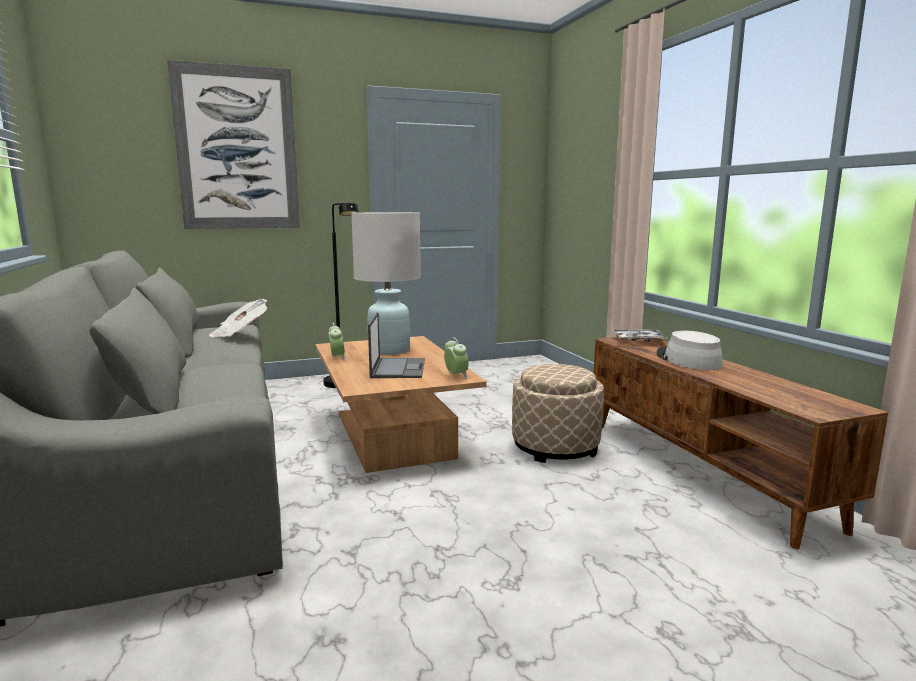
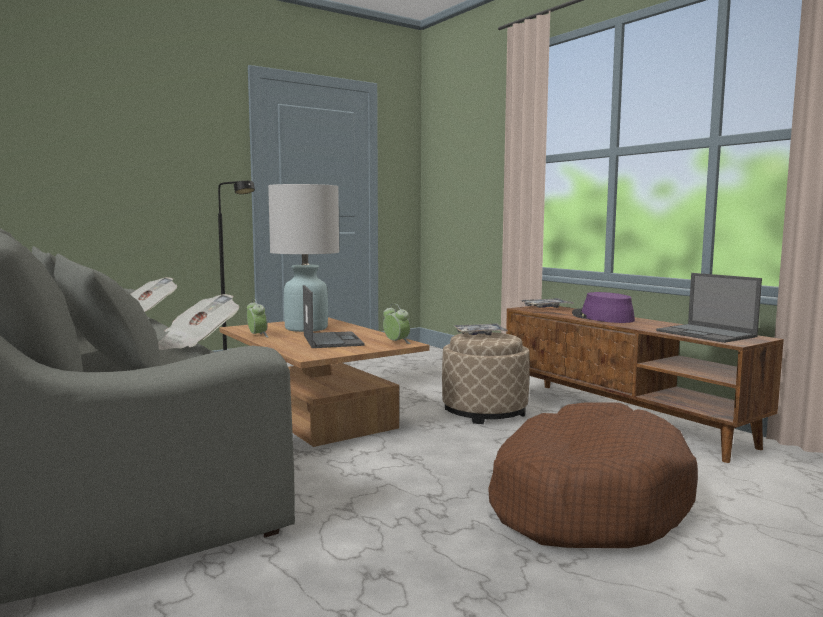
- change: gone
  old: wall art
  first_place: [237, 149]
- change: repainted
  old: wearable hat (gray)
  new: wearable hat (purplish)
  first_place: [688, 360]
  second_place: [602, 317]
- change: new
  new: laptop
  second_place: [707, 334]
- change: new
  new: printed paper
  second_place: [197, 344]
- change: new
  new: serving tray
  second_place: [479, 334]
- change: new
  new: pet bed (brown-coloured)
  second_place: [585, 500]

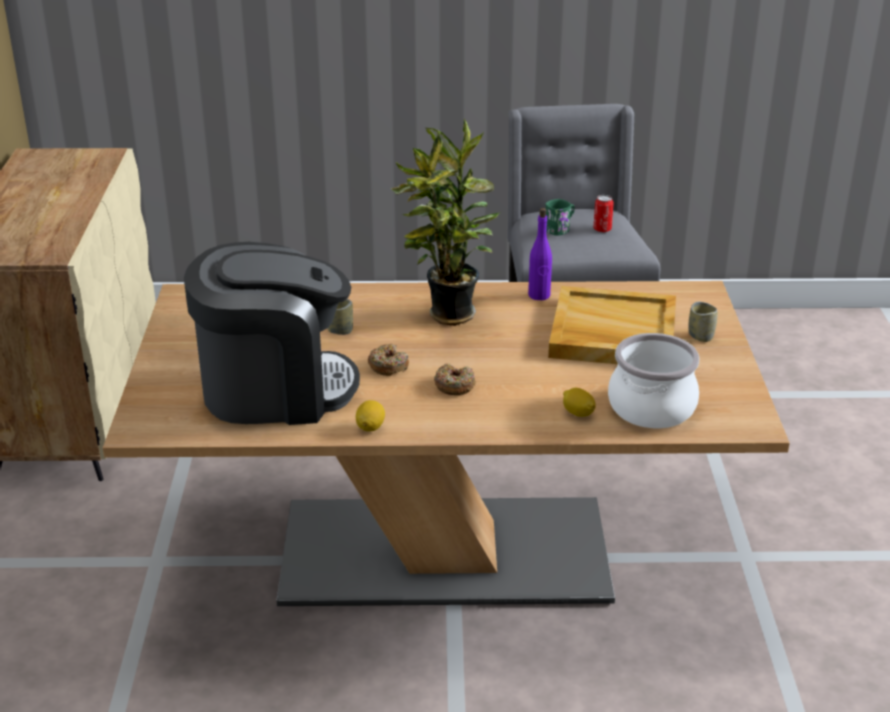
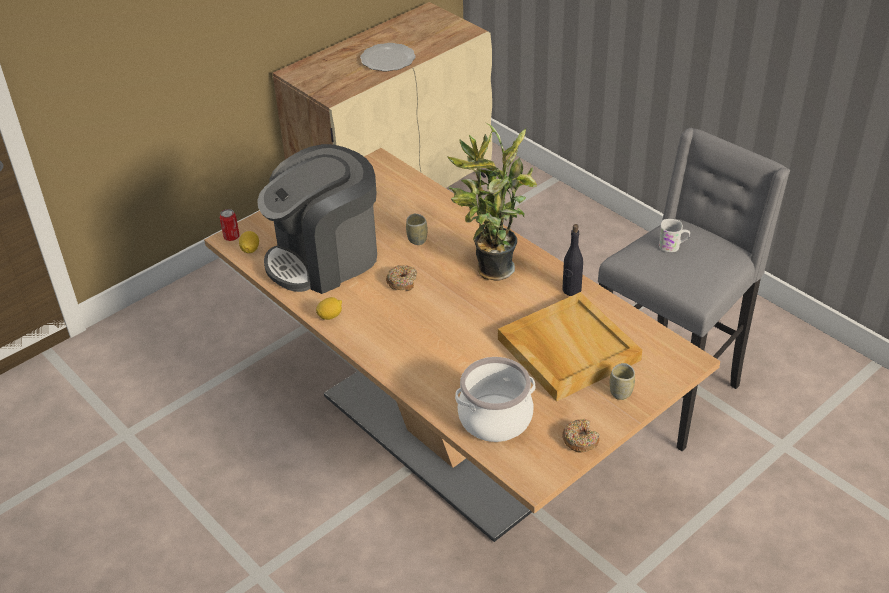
- change: shifted
  old: sealed can
  first_place: [602, 229]
  second_place: [231, 237]
- change: repainted
  old: mug (green)
  new: mug (white-coloured)
  first_place: [560, 229]
  second_place: [673, 246]
- change: repainted
  old: beverage bottle (purplish)
  new: beverage bottle (blackish)
  first_place: [539, 295]
  second_place: [571, 290]
- change: rotated
  old: coffee maker
  first_place: [275, 389]
  second_place: [325, 258]
  degrees: 105
- change: shifted
  old: doughnut
  first_place: [454, 385]
  second_place: [580, 440]
- change: shifted
  old: citrus fruit
  first_place: [578, 413]
  second_place: [250, 249]
- change: new
  new: dinner plate
  second_place: [387, 60]

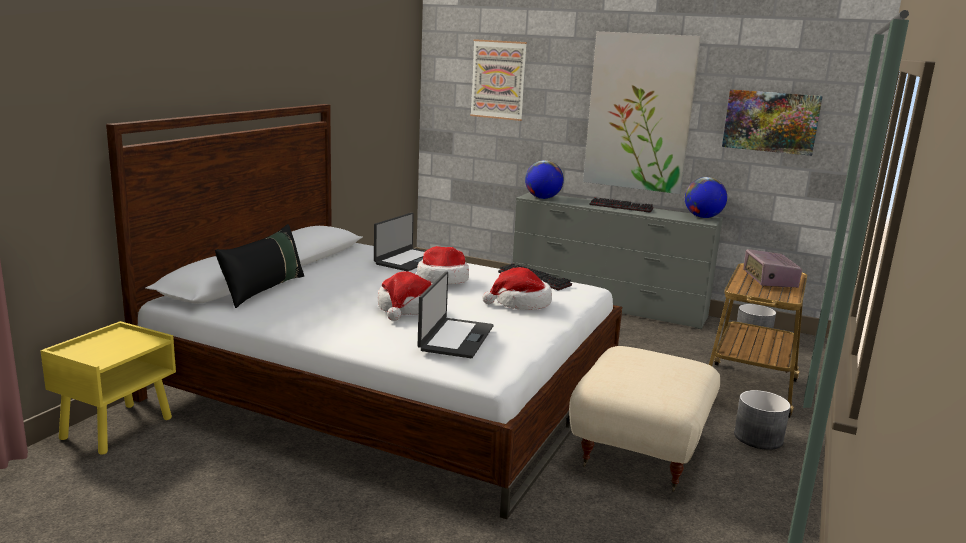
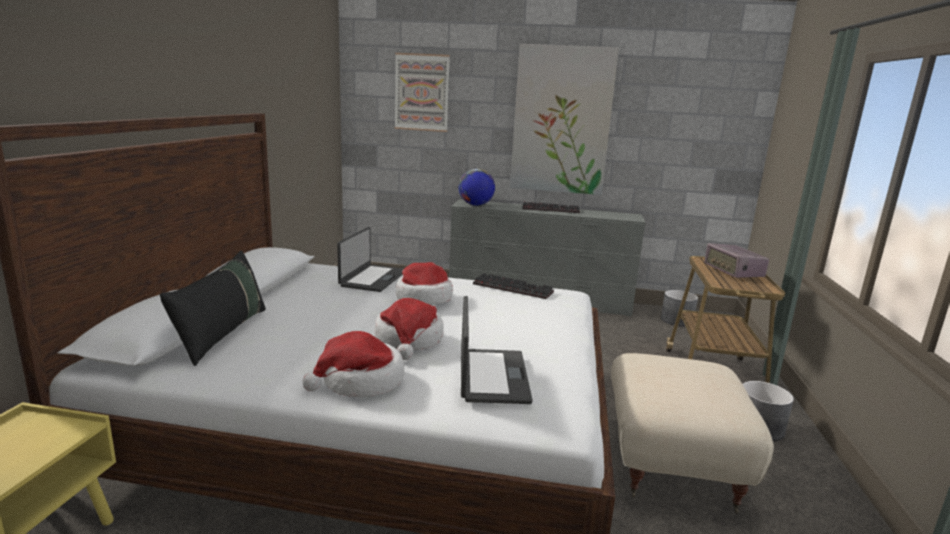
- change: gone
  old: wall art
  first_place: [771, 121]
- change: gone
  old: globe
  first_place: [703, 217]
- change: shifted
  old: wearable hat
  first_place: [520, 303]
  second_place: [360, 381]

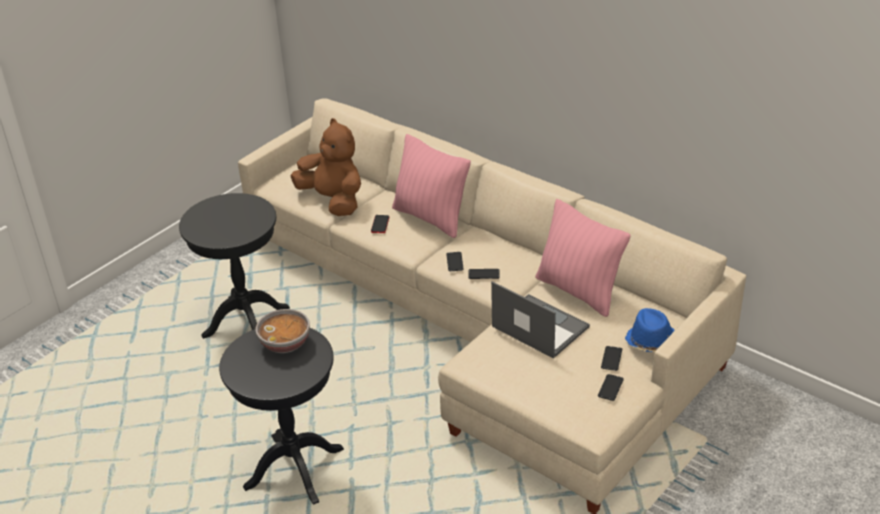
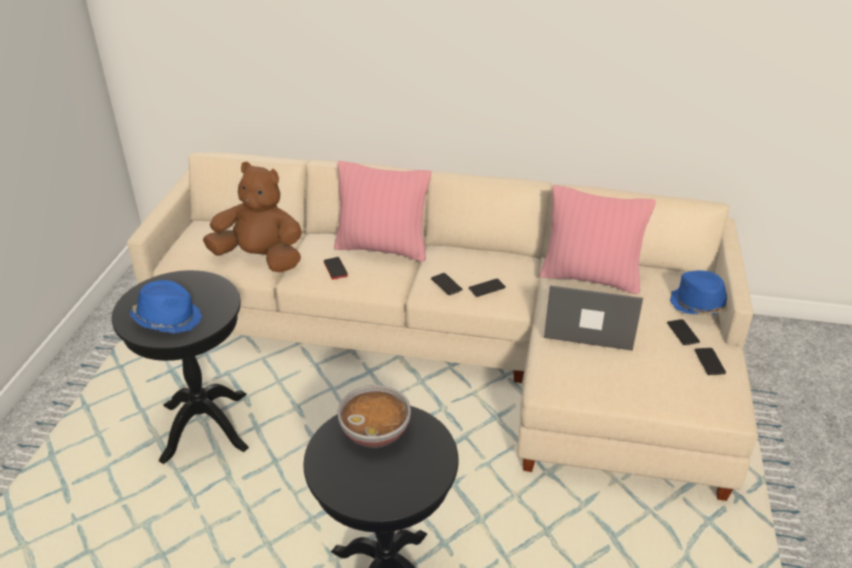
- change: new
  new: wearable hat (blue)
  second_place: [168, 319]

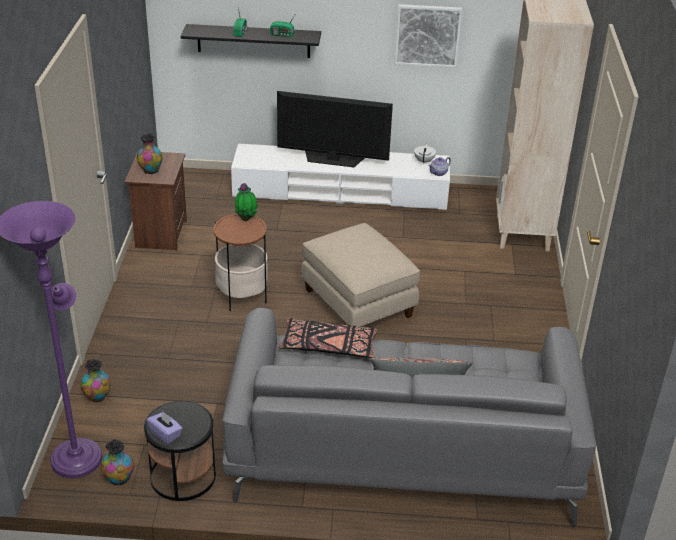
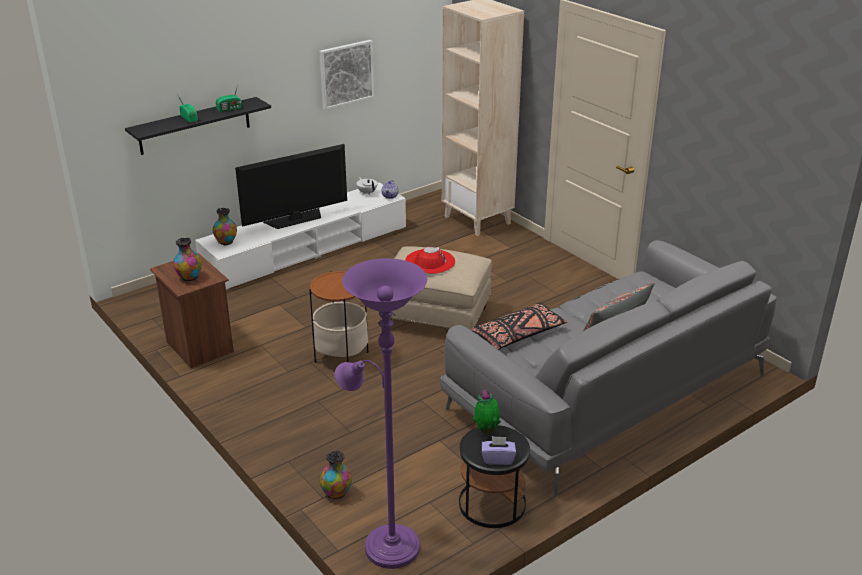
- change: shifted
  old: houseplant
  first_place: [246, 219]
  second_place: [486, 430]
- change: shifted
  old: flower vase
  first_place: [119, 479]
  second_place: [226, 242]
- change: new
  new: wearable hat (red)
  second_place: [430, 261]

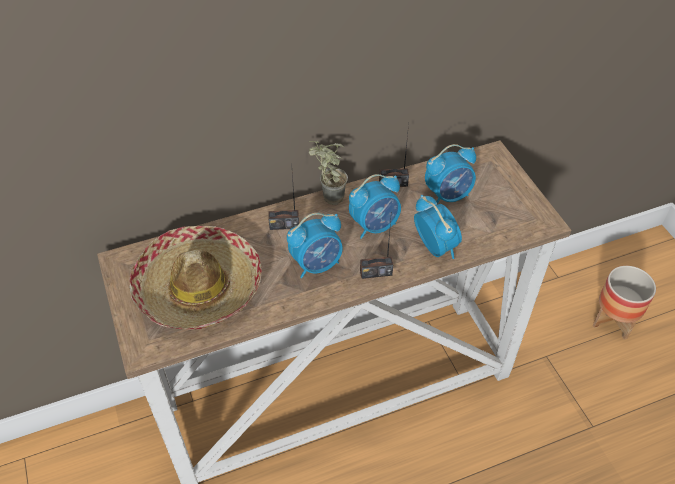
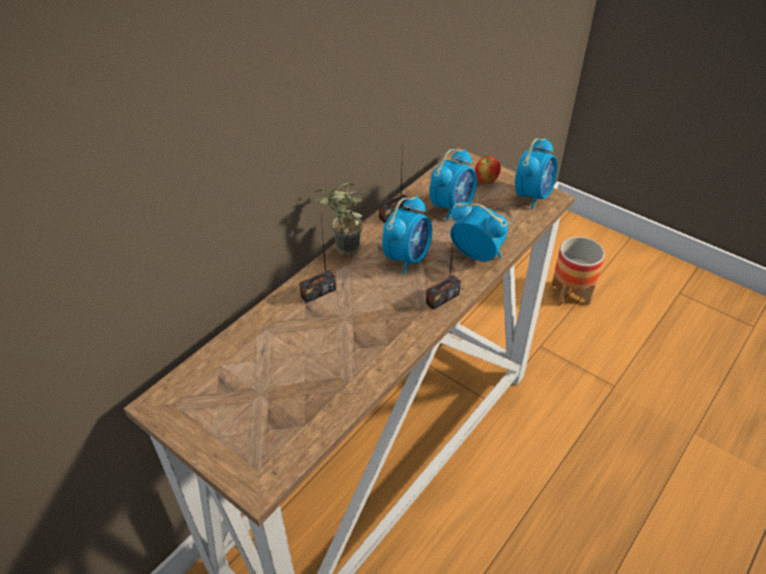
- change: shifted
  old: table clock
  first_place: [317, 264]
  second_place: [532, 196]
- change: gone
  old: wearable hat
  first_place: [199, 287]
- change: new
  new: apple fruit
  second_place: [486, 181]

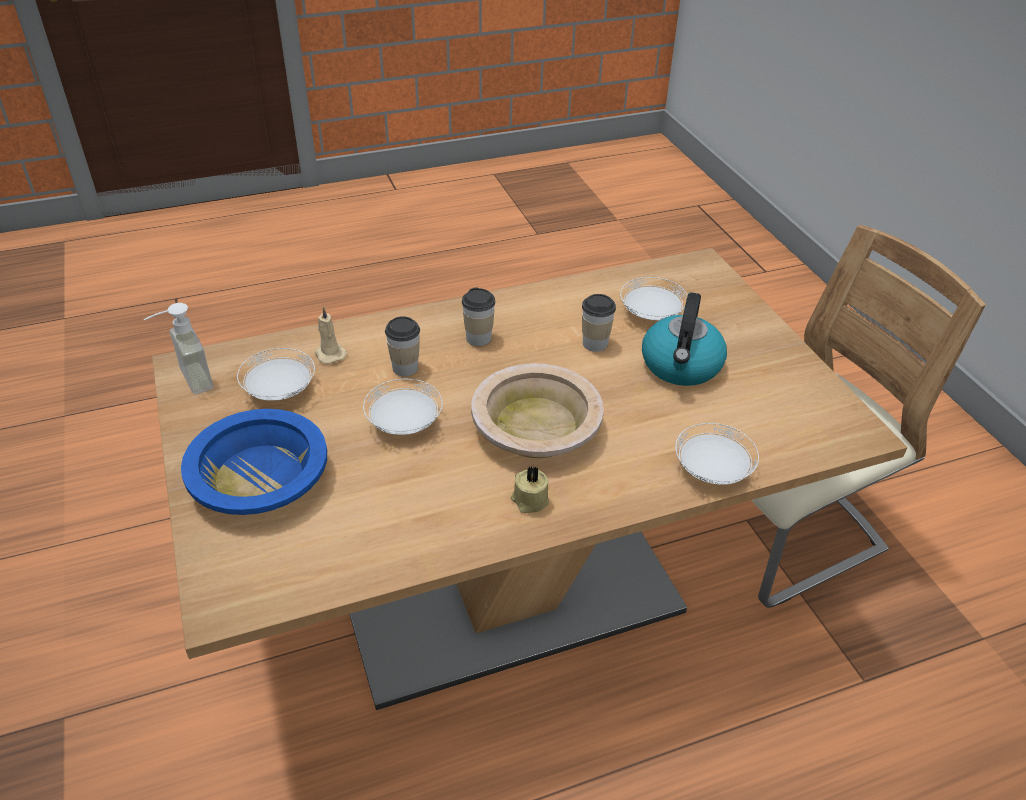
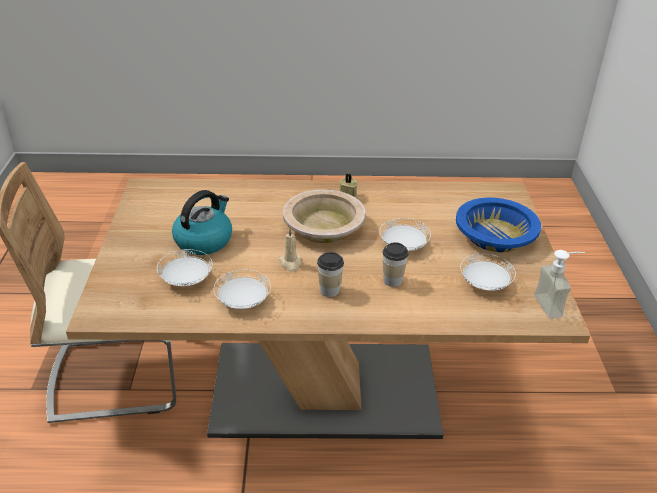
- change: gone
  old: drinking cup
  first_place: [595, 344]
- change: shifted
  old: candle (sand-coloured)
  first_place: [329, 354]
  second_place: [290, 263]
- change: shifted
  old: dinner plate (white-coloured)
  first_place: [712, 470]
  second_place: [243, 301]

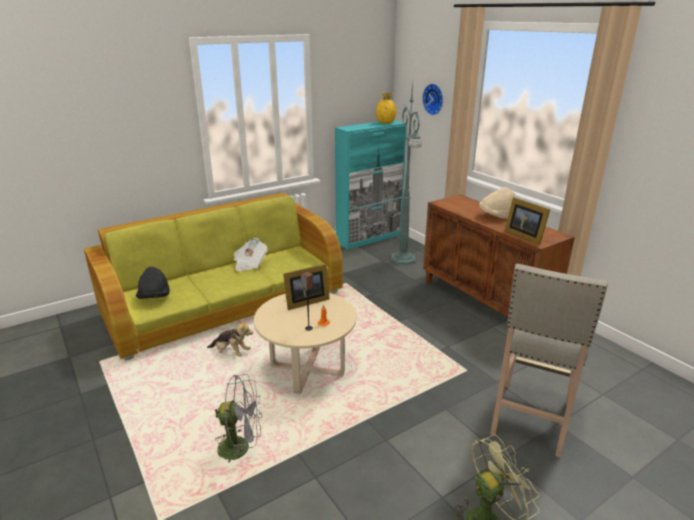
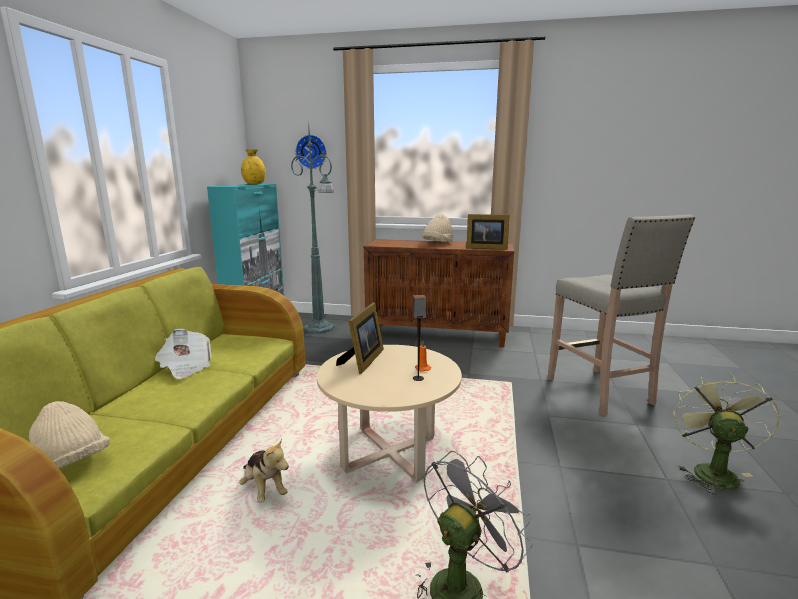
- change: repainted
  old: wearable hat (blackish)
  new: wearable hat (sand-coloured)
  first_place: [154, 297]
  second_place: [72, 463]
- change: rotated
  old: plush toy
  first_place: [231, 352]
  second_place: [264, 489]
  degrees: 75

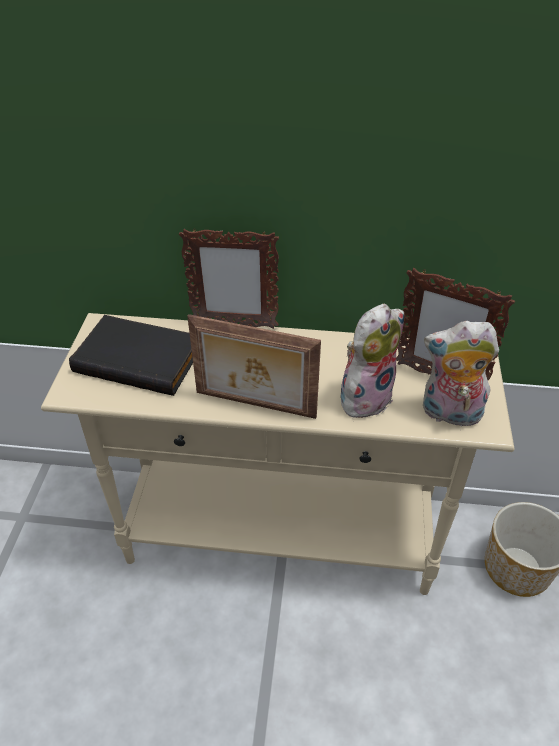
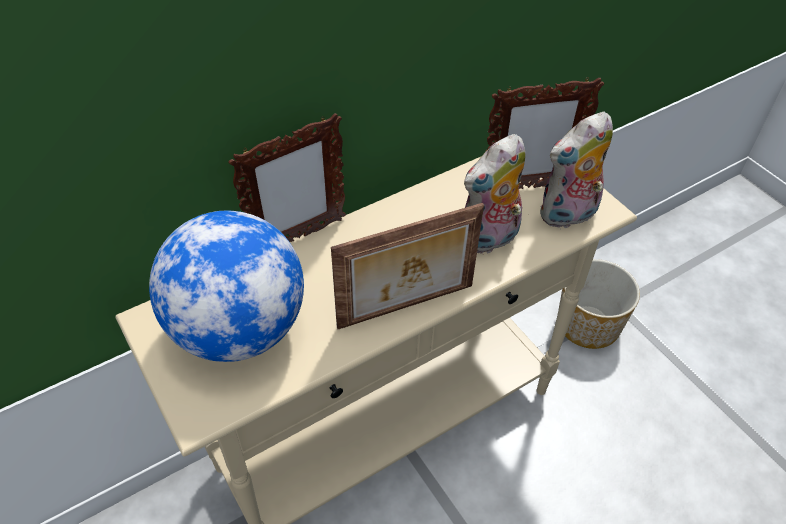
- change: rotated
  old: plush toy
  first_place: [365, 396]
  second_place: [489, 239]
  degrees: -135
- change: swapped
  old: volume (blackish)
  new: globe
  first_place: [140, 358]
  second_place: [239, 330]

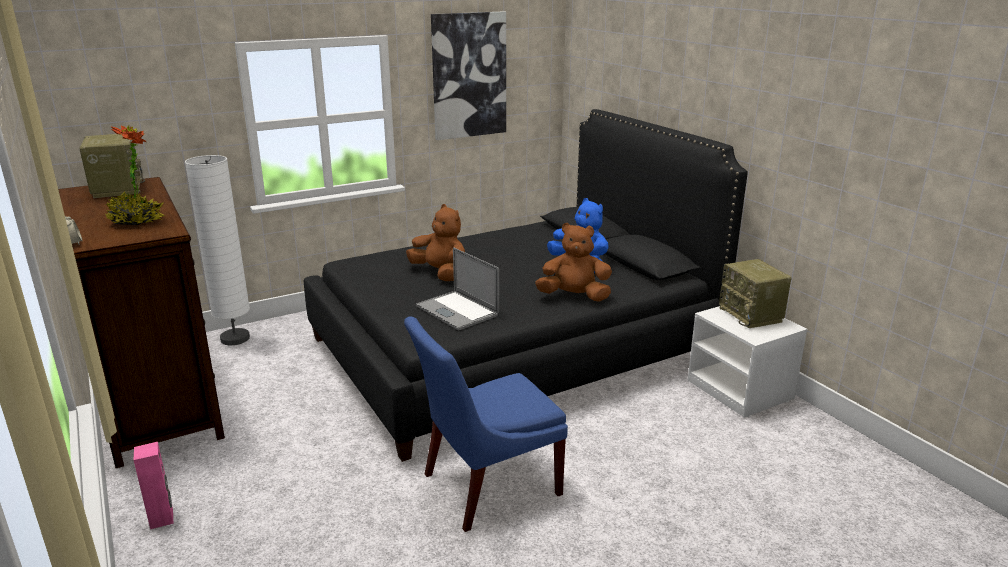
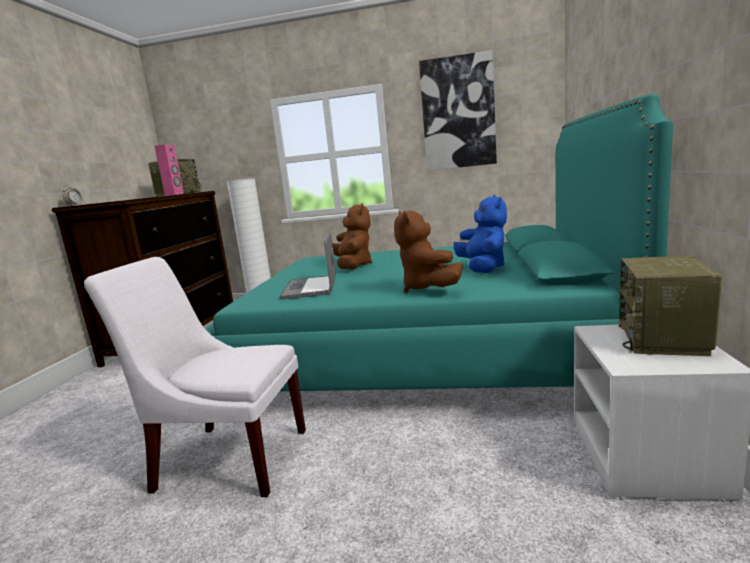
- change: repainted
  old: bed (blackish)
  new: bed (blue-green)
  first_place: [511, 348]
  second_place: [423, 350]
- change: gone
  old: houseplant
  first_place: [136, 221]
- change: rotated
  old: plush toy (brown-coloured)
  first_place: [574, 296]
  second_place: [427, 288]
  degrees: -150
- change: repainted
  old: plain chair (blue)
  new: plain chair (white-coloured)
  first_place: [485, 486]
  second_place: [227, 458]
- change: shifted
  old: audio speaker (pinkish)
  first_place: [162, 518]
  second_place: [174, 194]

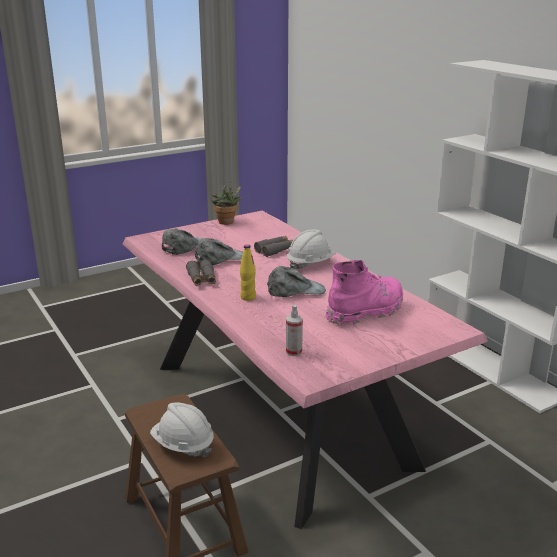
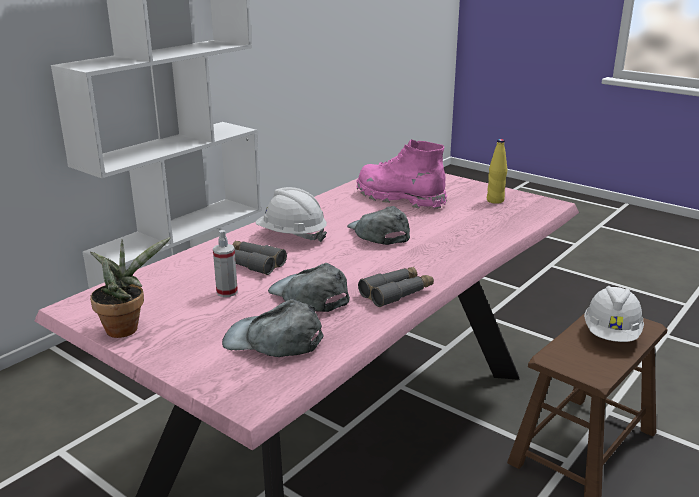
- change: shifted
  old: beverage bottle (yellow-coloured)
  first_place: [248, 297]
  second_place: [495, 200]
- change: shifted
  old: sprayer
  first_place: [294, 352]
  second_place: [227, 292]

